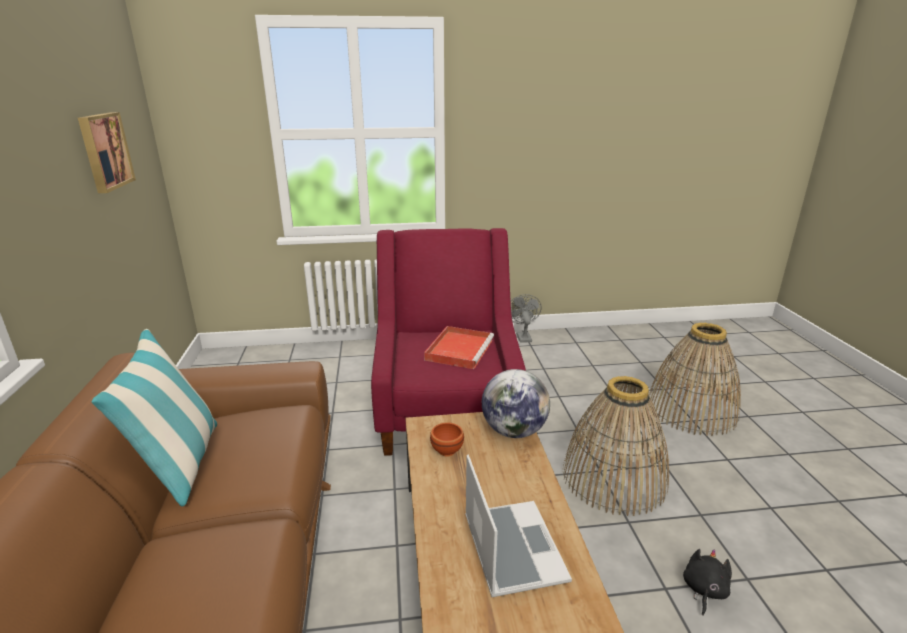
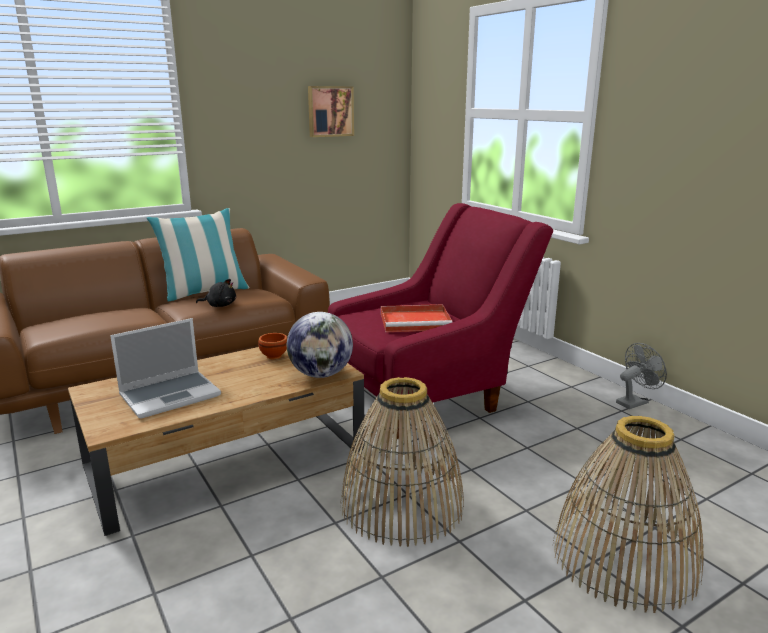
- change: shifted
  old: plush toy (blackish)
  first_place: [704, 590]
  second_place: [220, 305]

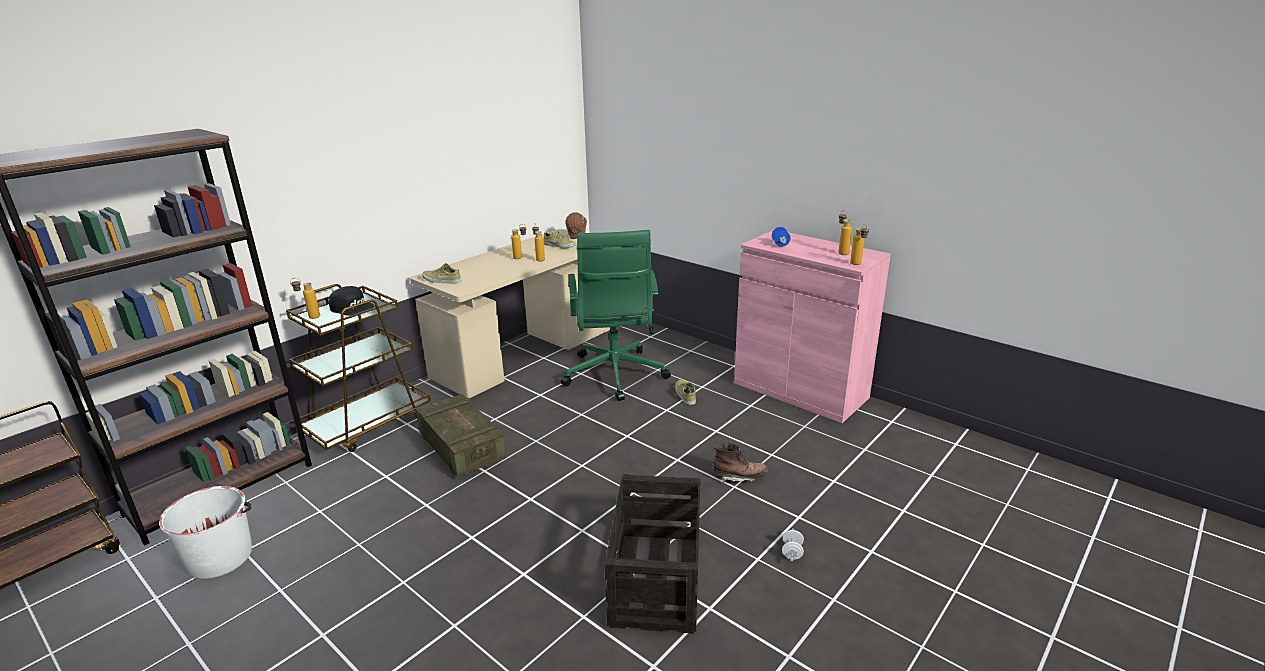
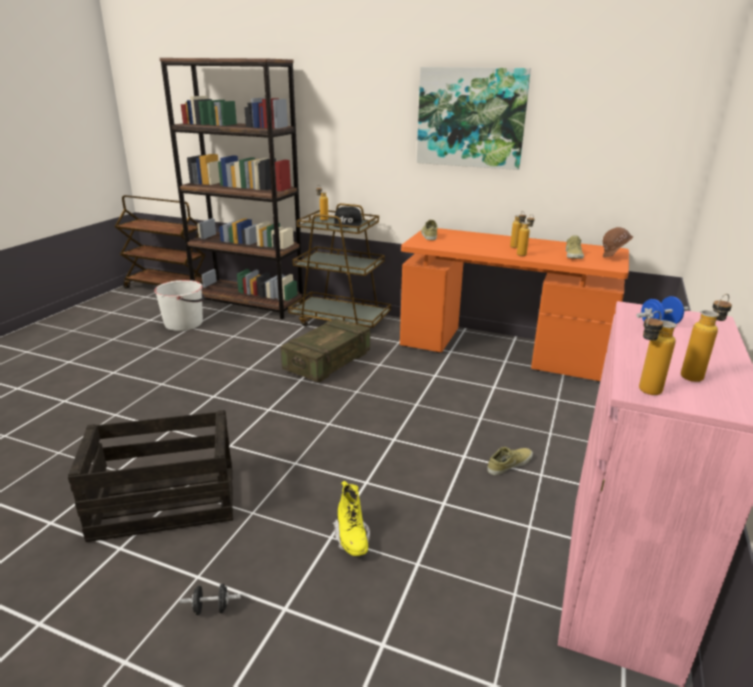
- change: repainted
  old: desk (sand-coloured)
  new: desk (orange-coloured)
  first_place: [524, 354]
  second_place: [502, 350]
- change: gone
  old: computer chair (green)
  first_place: [614, 376]
- change: repainted
  old: boot (brown-coloured)
  new: boot (yellow-coloured)
  first_place: [739, 477]
  second_place: [352, 538]
- change: repainted
  old: hand weight (white-coloured)
  new: hand weight (blackish)
  first_place: [792, 552]
  second_place: [211, 608]
- change: new
  new: wall art
  second_place: [471, 118]

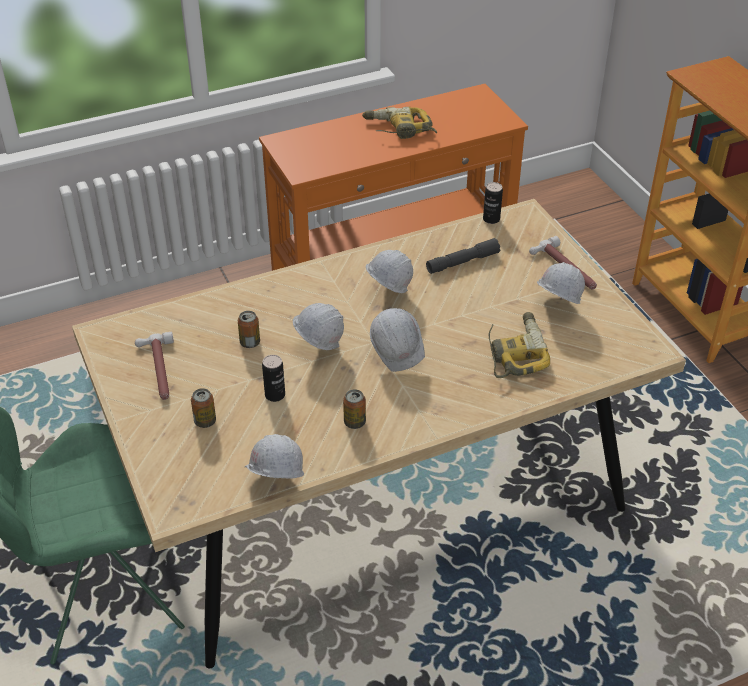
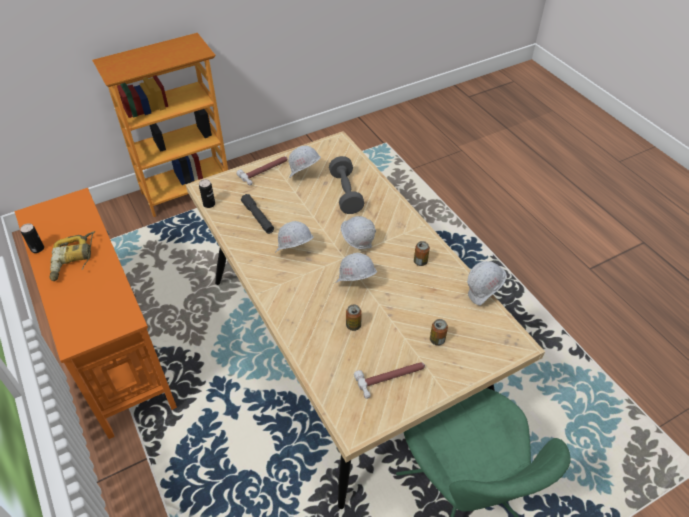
- change: swapped
  old: power drill
  new: hand weight (gray)
  first_place: [514, 352]
  second_place: [346, 193]
- change: shifted
  old: sealed can
  first_place: [275, 395]
  second_place: [37, 249]

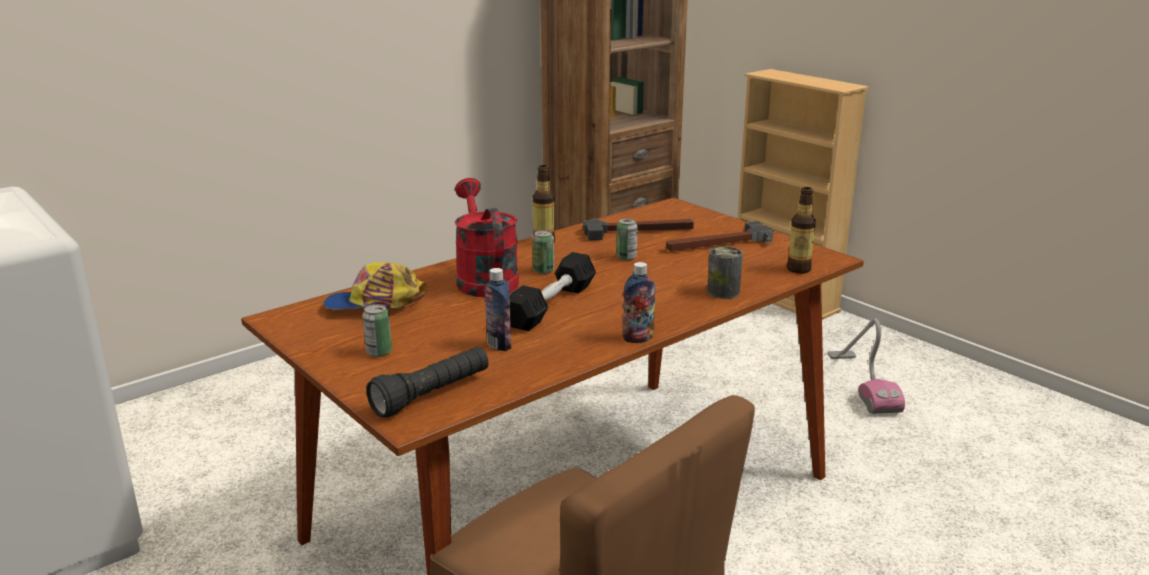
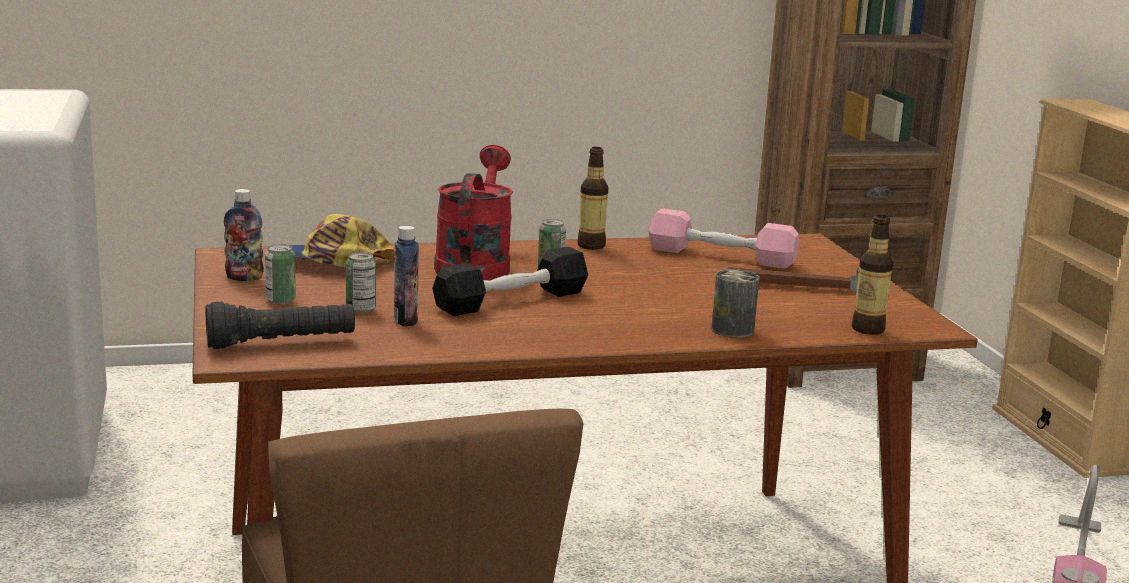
- change: swapped
  old: hand hammer
  new: hand weight (pinkish)
  first_place: [638, 231]
  second_place: [721, 256]
- change: shifted
  old: sealed can
  first_place: [626, 257]
  second_place: [361, 309]
- change: shifted
  old: beverage bottle
  first_place: [638, 338]
  second_place: [244, 278]

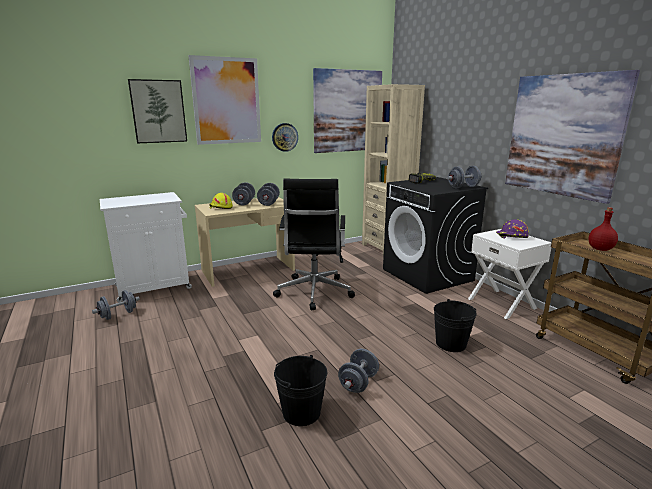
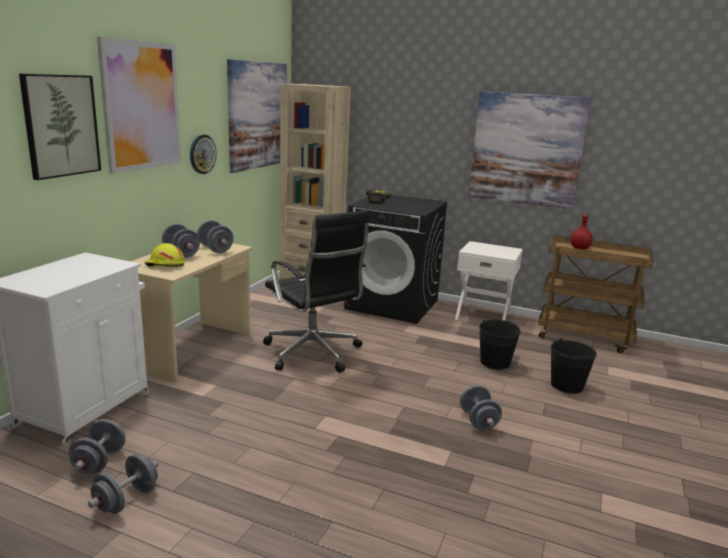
- change: shifted
  old: hand weight (gray)
  first_place: [463, 187]
  second_place: [126, 500]
- change: gone
  old: work helmet (purplish)
  first_place: [511, 236]
- change: shifted
  old: pail (blackish)
  first_place: [301, 412]
  second_place: [566, 385]

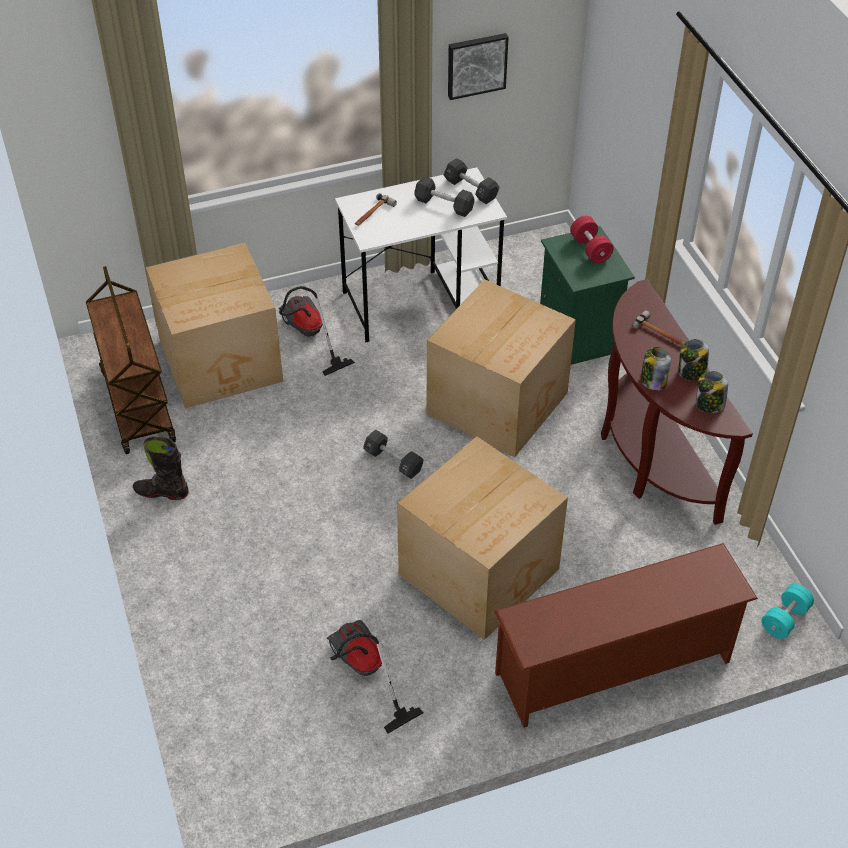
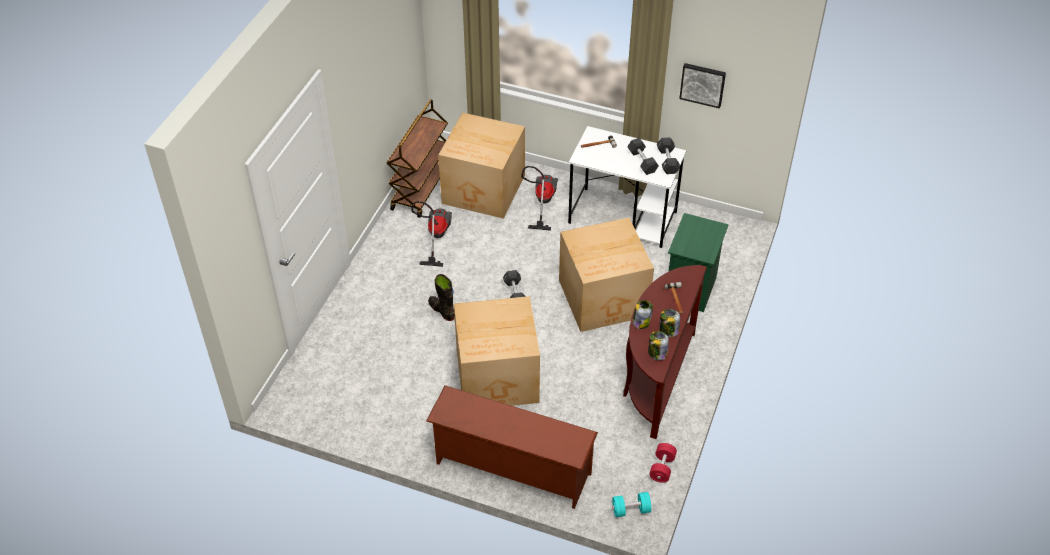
- change: shifted
  old: hand weight (red)
  first_place: [590, 249]
  second_place: [662, 468]
- change: shifted
  old: boot (blackish)
  first_place: [162, 492]
  second_place: [442, 310]
- change: shifted
  old: hoover
  first_place: [363, 673]
  second_place: [435, 236]

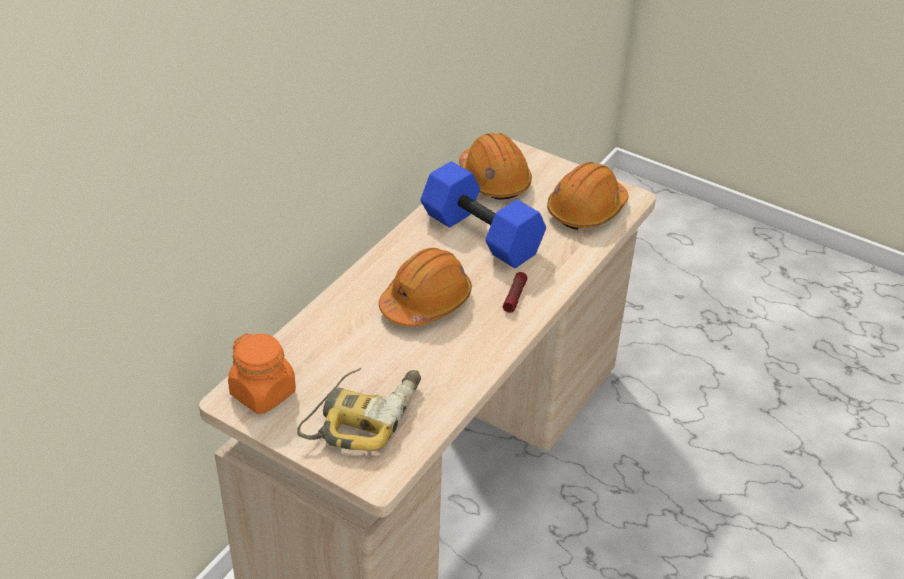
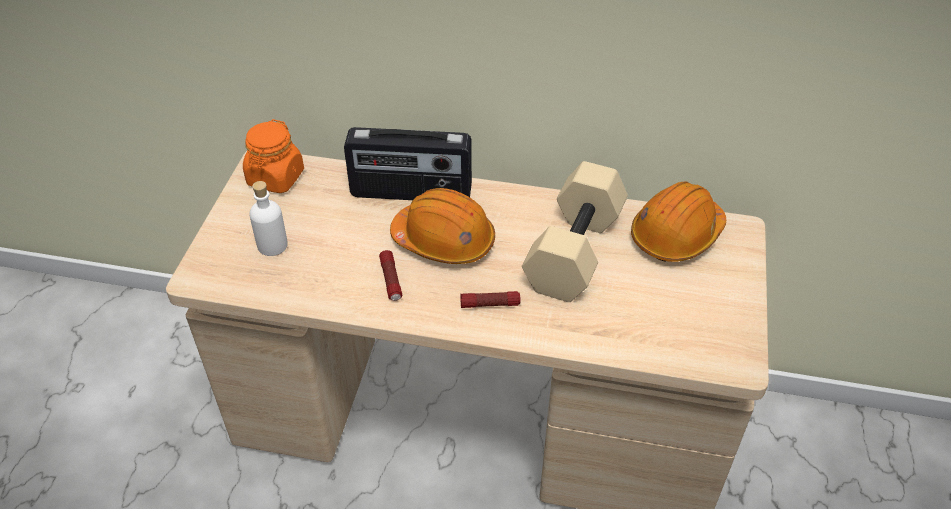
- change: repainted
  old: hand weight (blue)
  new: hand weight (sand-coloured)
  first_place: [479, 235]
  second_place: [572, 249]
- change: gone
  old: work helmet (orange-coloured)
  first_place: [586, 210]
- change: swapped
  old: power drill
  new: beverage bottle (white-coloured)
  first_place: [364, 414]
  second_place: [272, 245]
- change: new
  new: radio
  second_place: [411, 193]
- change: new
  new: flashlight
  second_place: [391, 280]

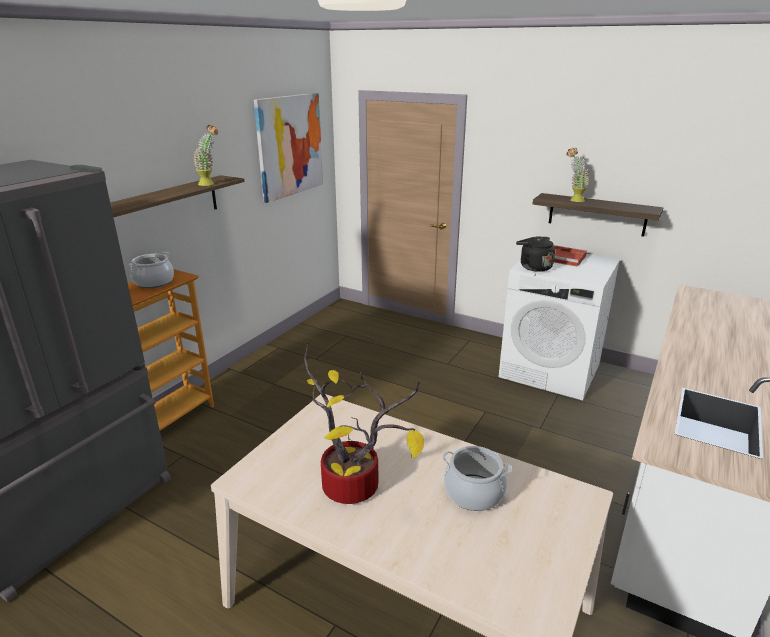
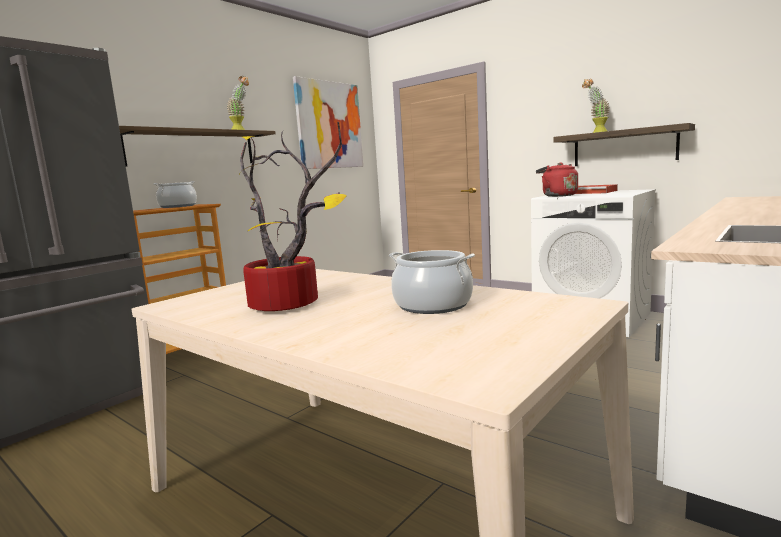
- change: repainted
  old: water kettle (blackish)
  new: water kettle (red)
  first_place: [533, 267]
  second_place: [557, 196]

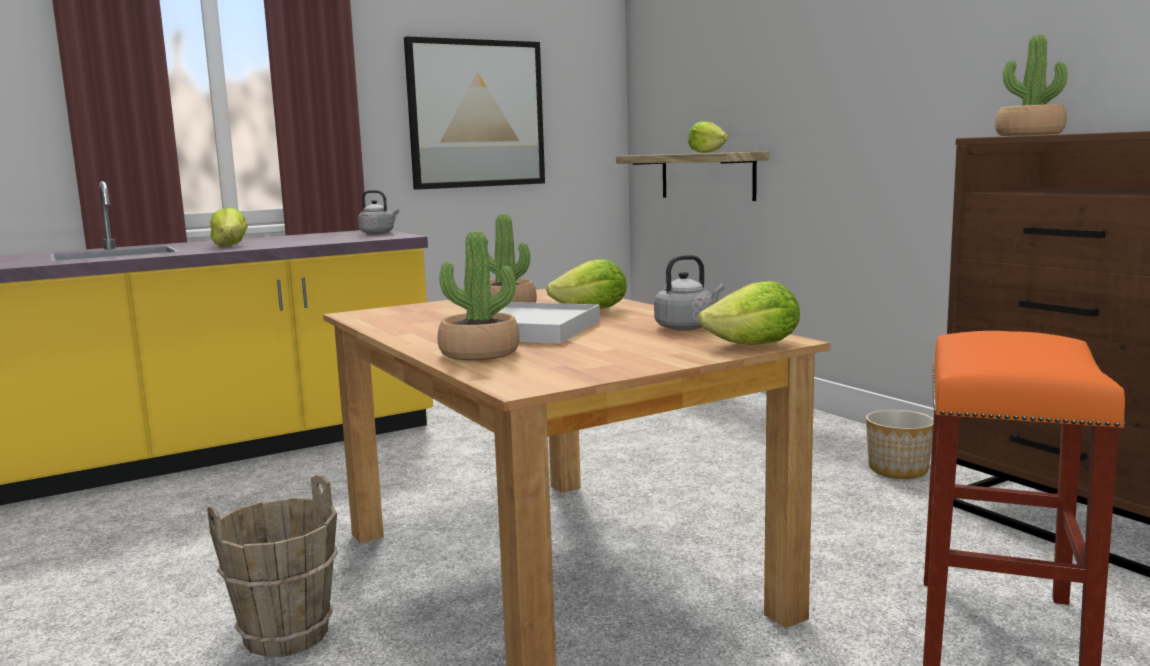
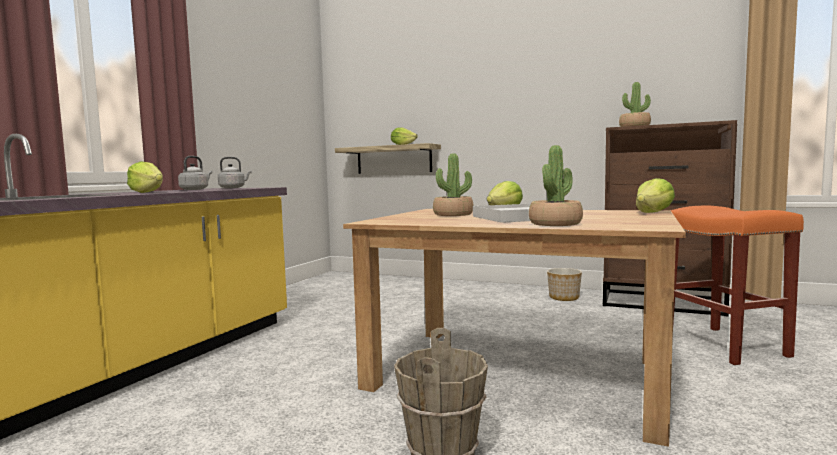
- change: gone
  old: wall art
  first_place: [476, 114]
- change: shifted
  old: water kettle (gray)
  first_place: [687, 327]
  second_place: [195, 189]

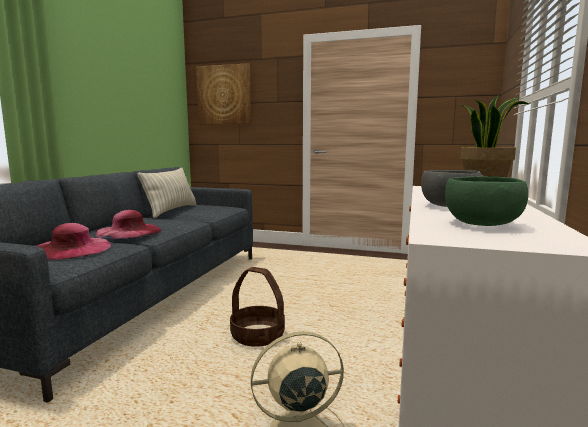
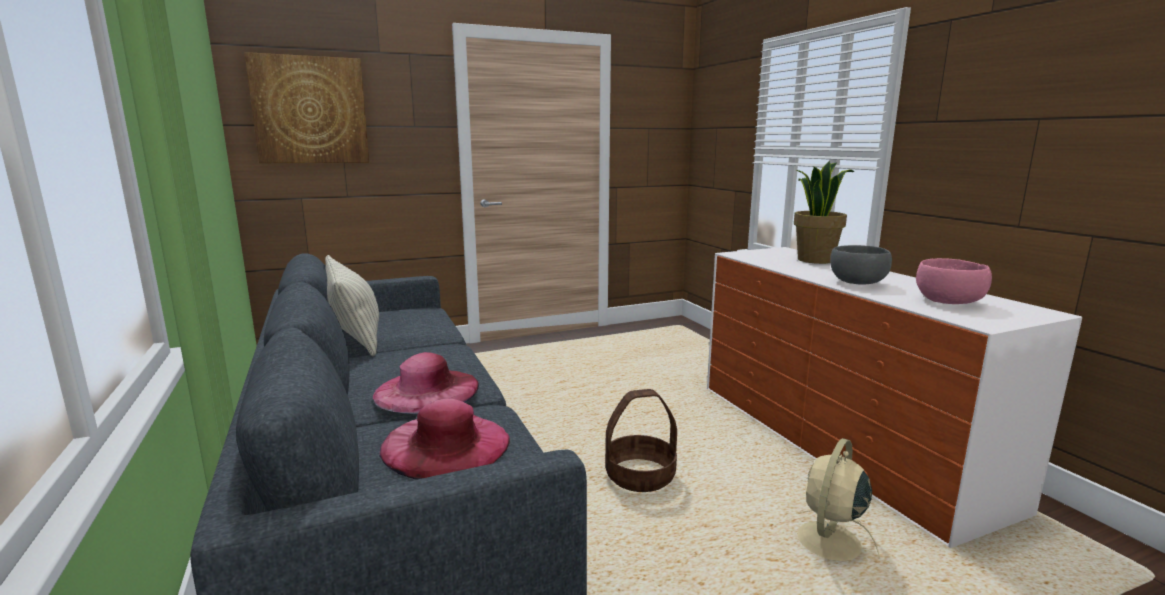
- change: repainted
  old: serving bowl (green)
  new: serving bowl (pinkish)
  first_place: [482, 224]
  second_place: [949, 302]

